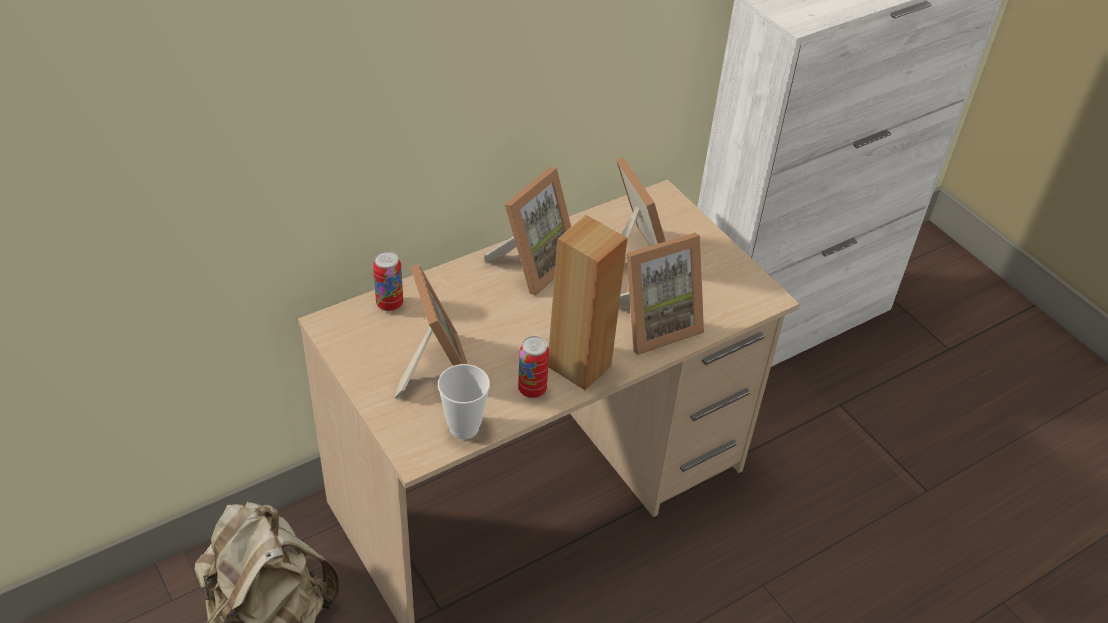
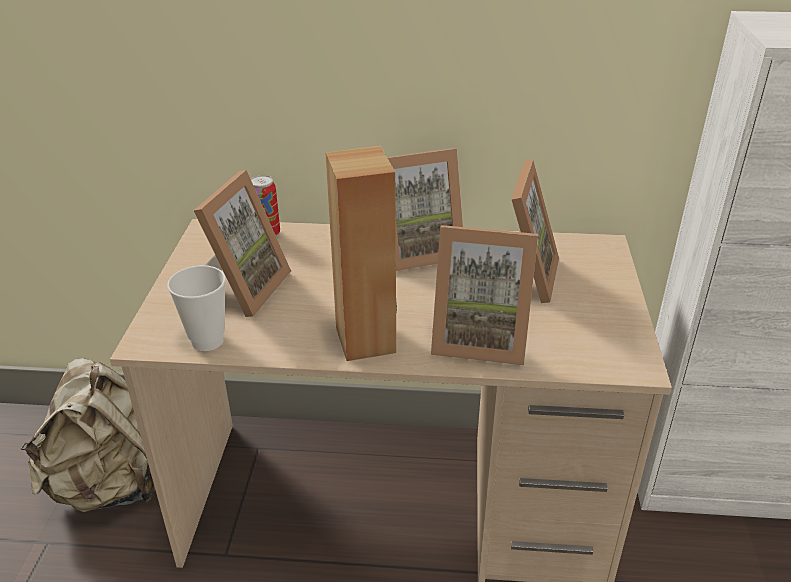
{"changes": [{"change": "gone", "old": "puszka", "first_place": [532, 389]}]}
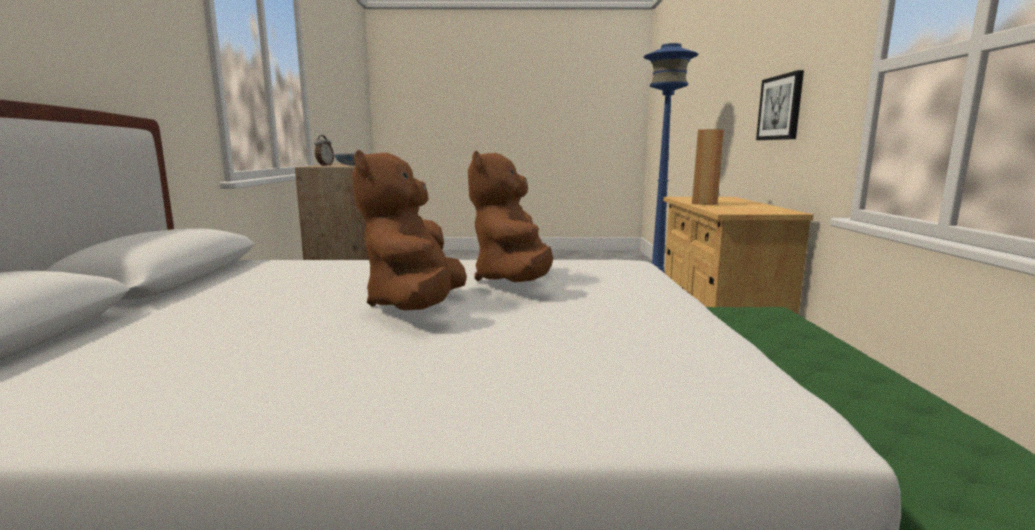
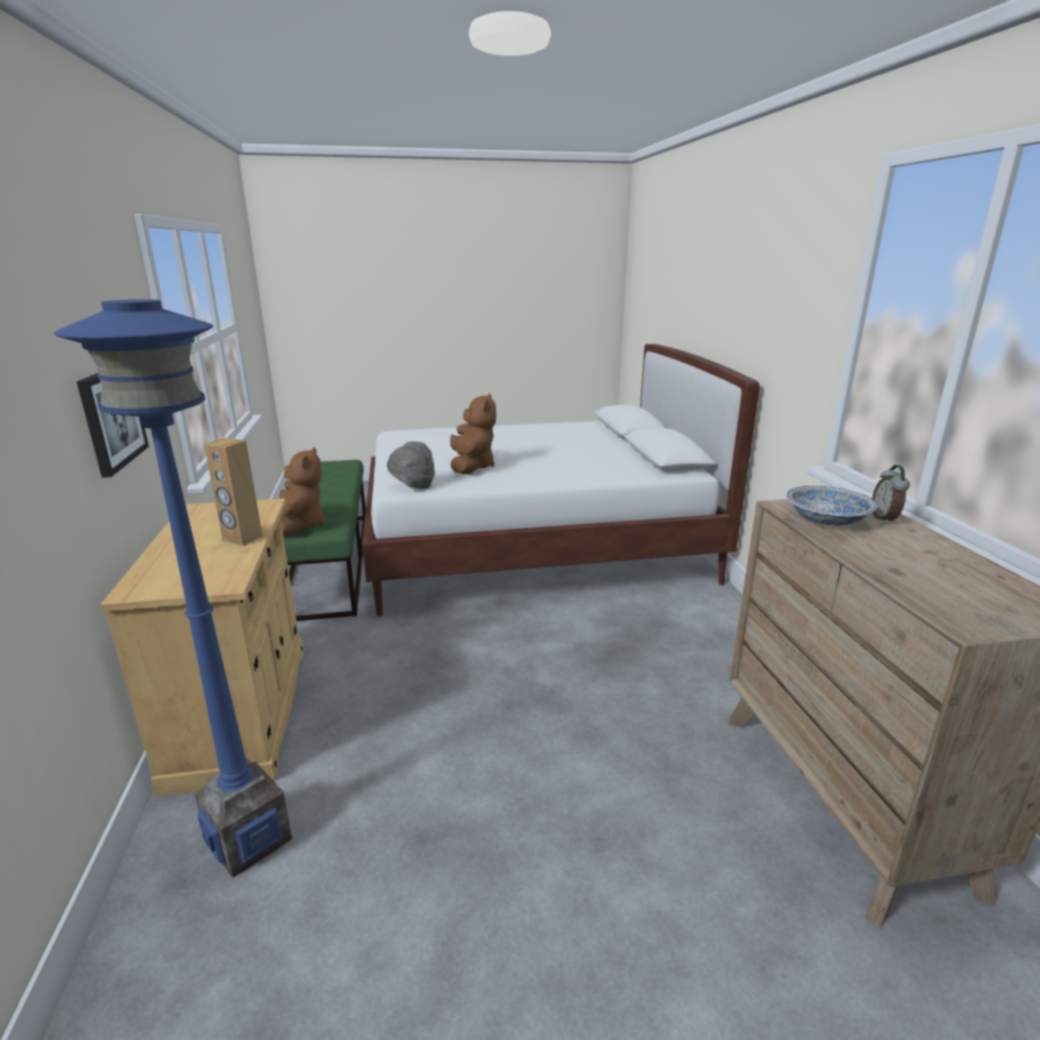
{"changes": [{"change": "shifted", "old": "pluszak/brązowy", "first_place": [416, 306], "second_place": [300, 525]}, {"change": "new", "new": "kapelusz/szary", "second_place": [412, 486]}]}
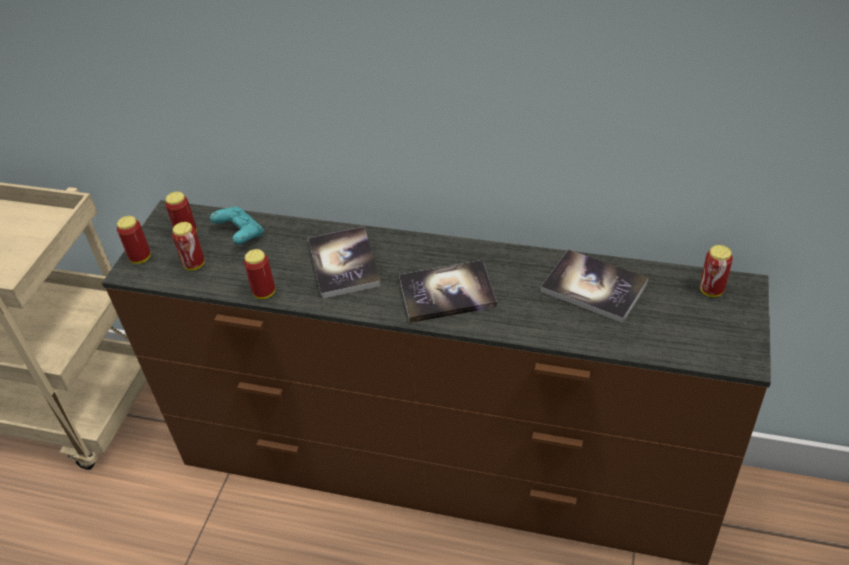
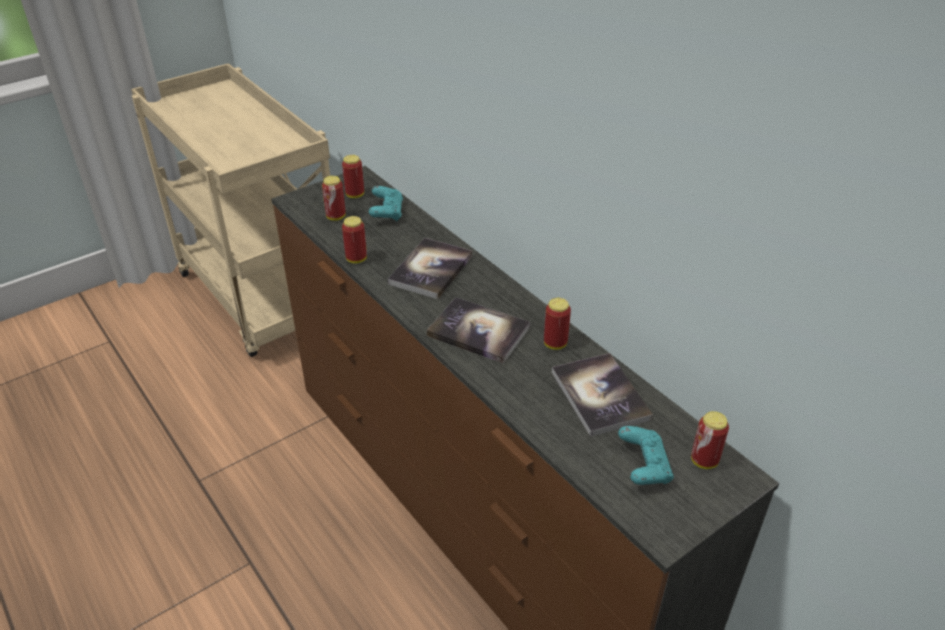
{"changes": [{"change": "shifted", "old": "puszka", "first_place": [140, 258], "second_place": [555, 344]}, {"change": "new", "new": "pad do gier/turkusowy", "second_place": [643, 467]}]}
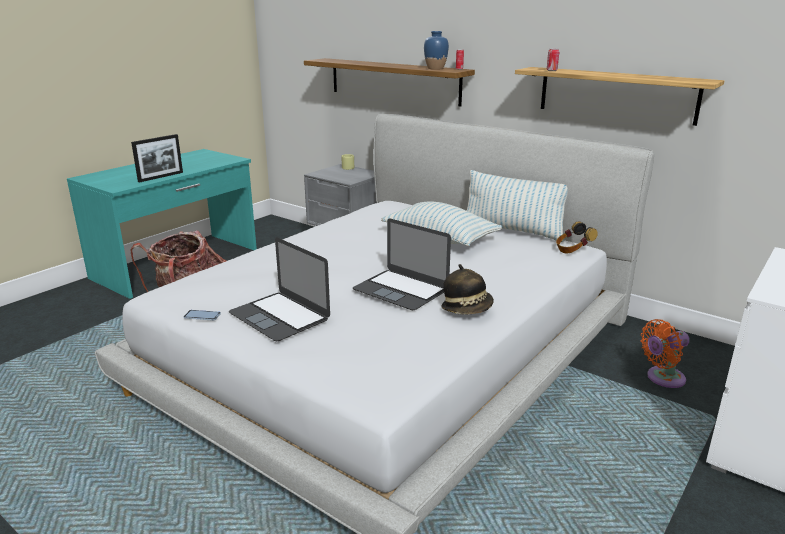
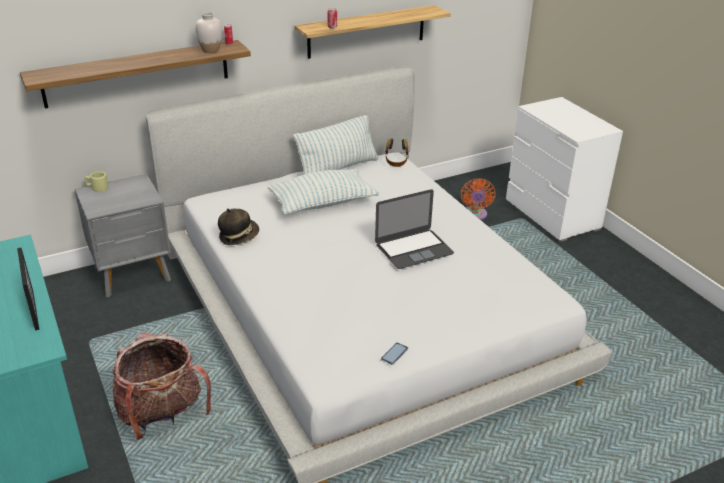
{"changes": [{"change": "gone", "old": "laptop", "first_place": [279, 316]}, {"change": "repainted", "old": "wazon/niebieski", "new": "wazon/biały", "first_place": [435, 68], "second_place": [210, 50]}, {"change": "shifted", "old": "kapelusz", "first_place": [467, 309], "second_place": [239, 236]}]}
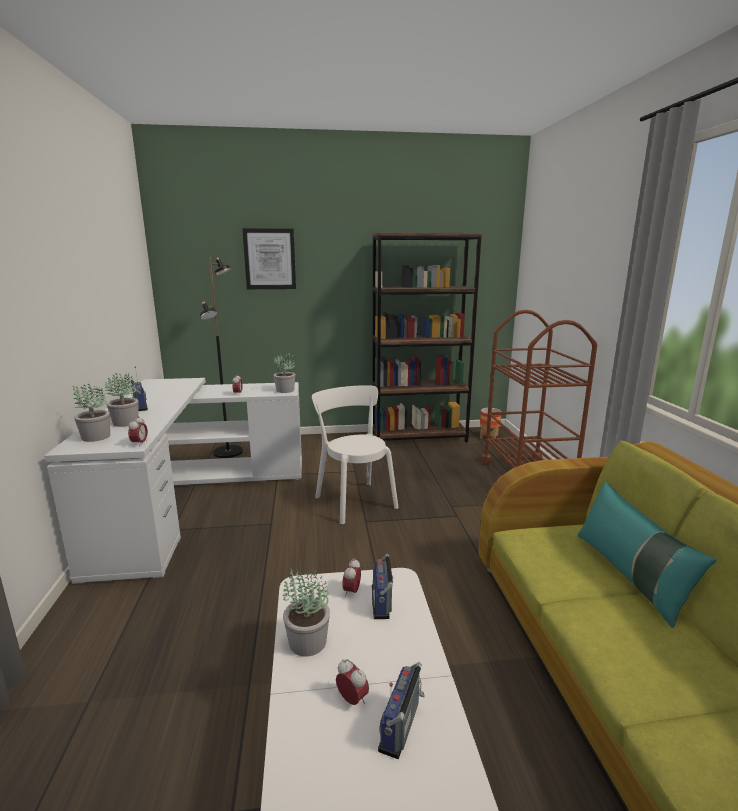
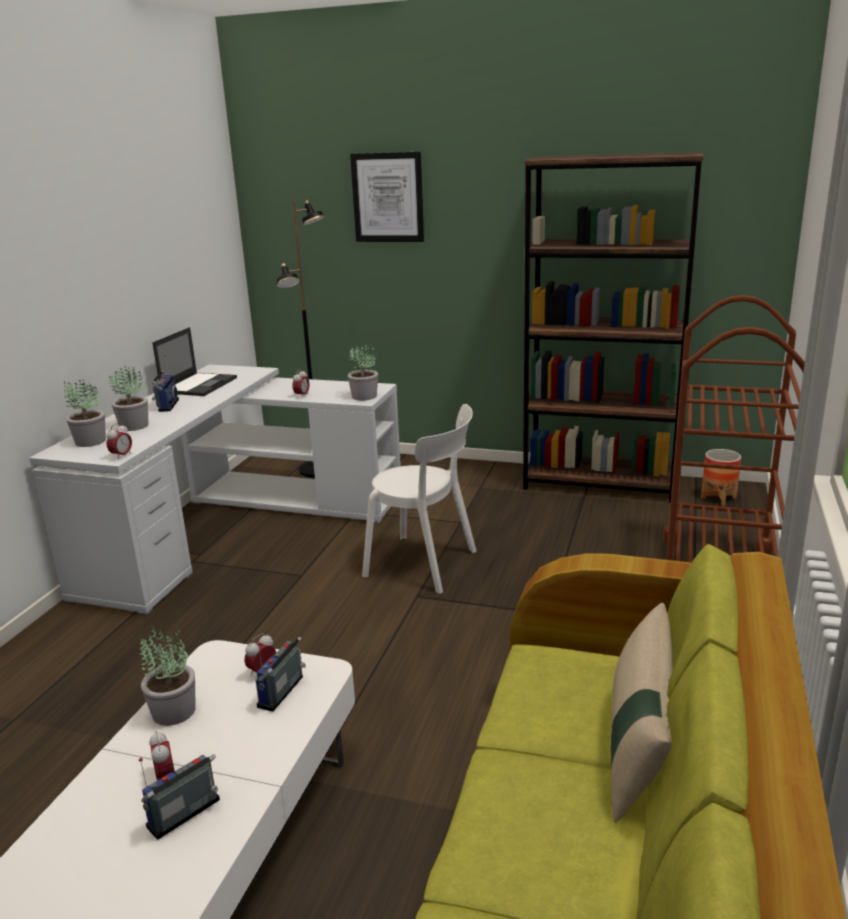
{"changes": [{"change": "rotated", "old": "krzesło/biały", "first_place": [354, 500], "second_place": [425, 564], "degrees": 120}, {"change": "repainted", "old": "poduszka/turkusowy", "new": "poduszka/beżowy", "first_place": [630, 575], "second_place": [638, 745]}, {"change": "new", "new": "laptop", "second_place": [199, 385]}]}
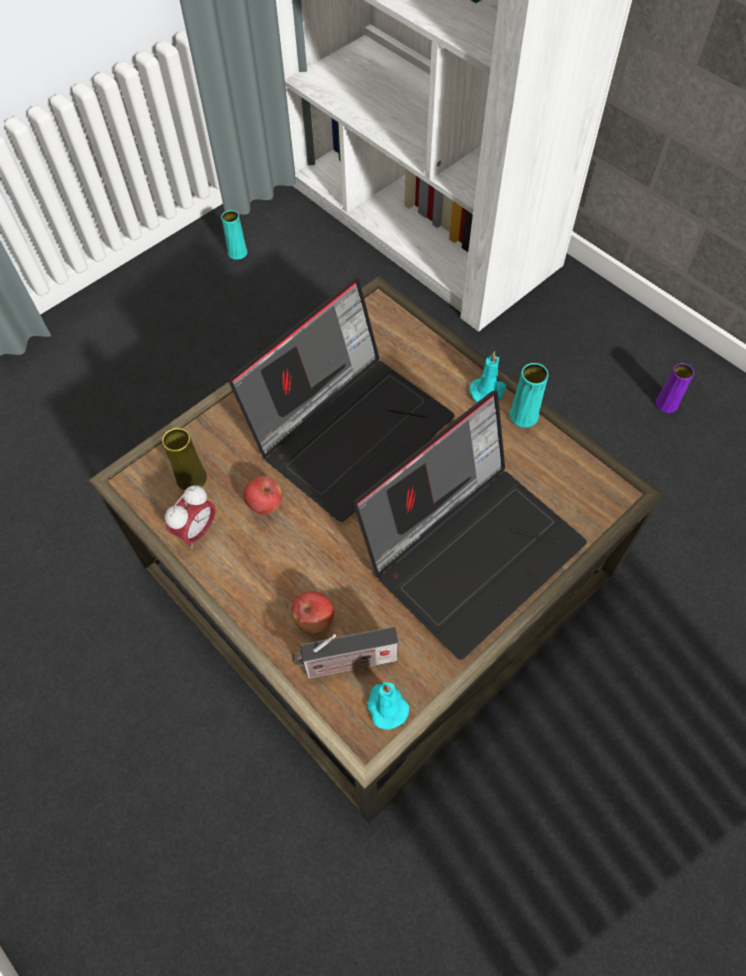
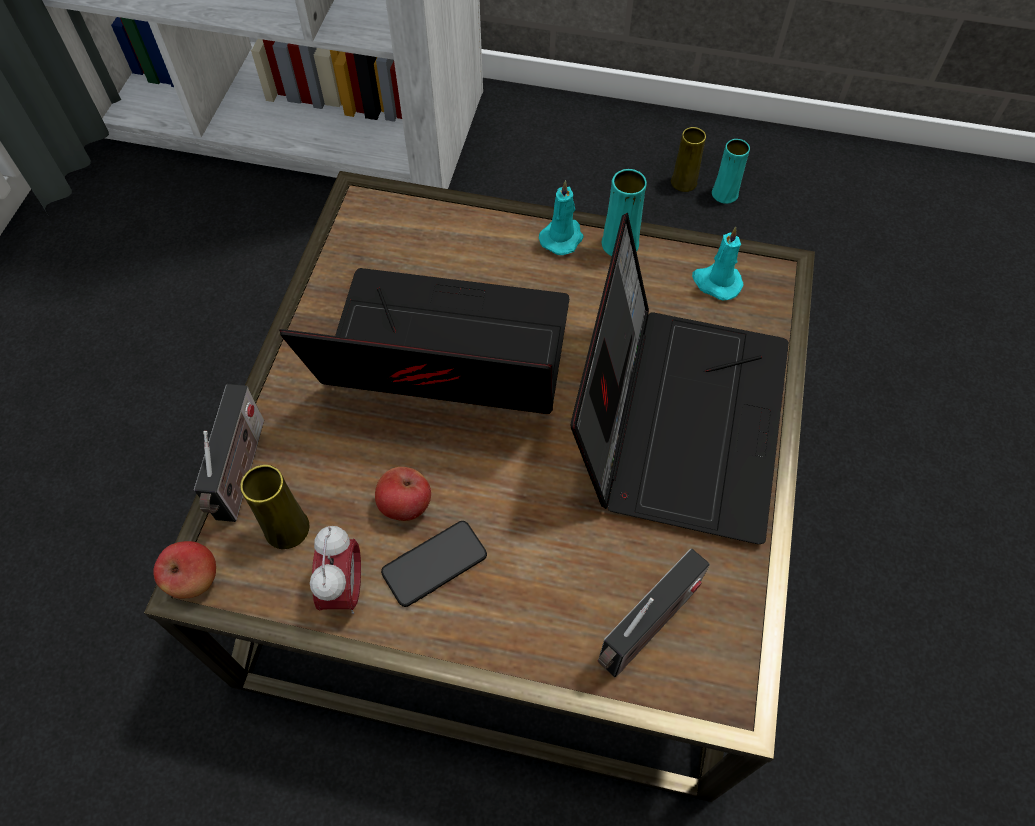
{"changes": [{"change": "shifted", "old": "wazon/turkusowy", "first_place": [237, 252], "second_place": [724, 194]}, {"change": "rotated", "old": "laptop", "first_place": [351, 429], "second_place": [441, 360], "degrees": -90}, {"change": "shifted", "old": "jabłko", "first_place": [314, 619], "second_place": [194, 579]}, {"change": "shifted", "old": "świeca/turkusowy", "first_place": [386, 706], "second_place": [716, 282]}, {"change": "repainted", "old": "wazon/fioletowy", "new": "wazon/żółty", "first_place": [666, 404], "second_place": [683, 182]}, {"change": "new", "new": "radio", "second_place": [240, 474]}, {"change": "new", "new": "telefon", "second_place": [434, 564]}]}
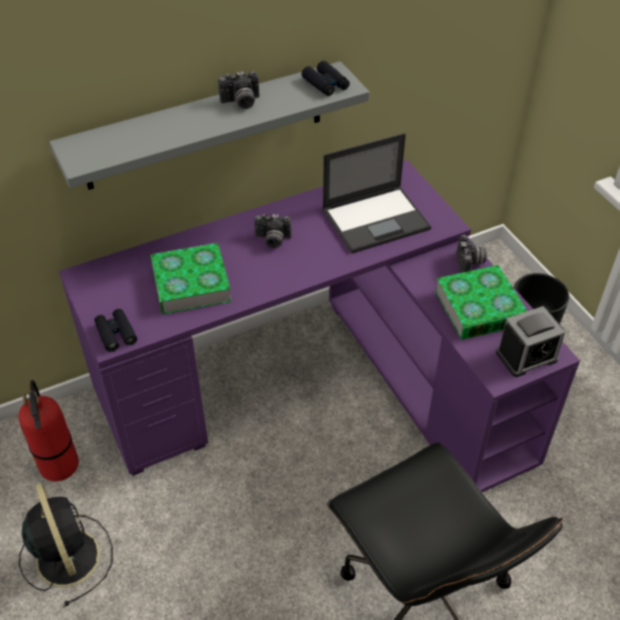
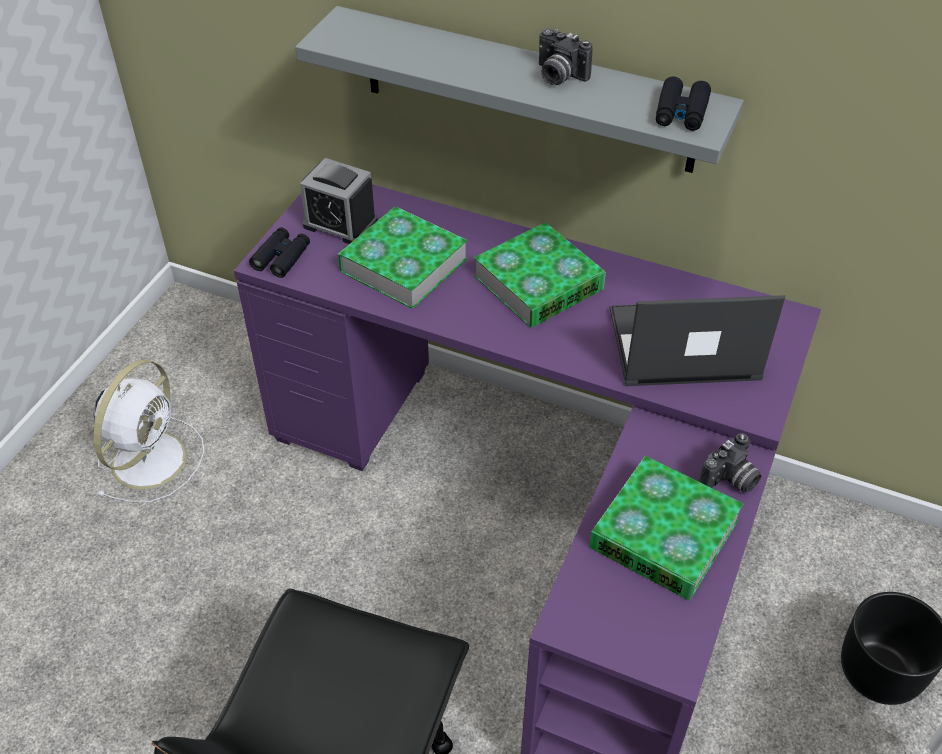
{"changes": [{"change": "gone", "old": "gaśnica", "first_place": [60, 465]}, {"change": "repainted", "old": "wentylator/czarny", "new": "wentylator/biały", "first_place": [67, 555], "second_place": [151, 457]}, {"change": "swapped", "old": "aparat fotograficzny", "new": "książka", "first_place": [272, 240], "second_place": [538, 283]}, {"change": "rotated", "old": "laptop", "first_place": [376, 219], "second_place": [681, 344], "degrees": 150}, {"change": "shifted", "old": "budzik", "first_place": [526, 356], "second_place": [340, 223]}]}
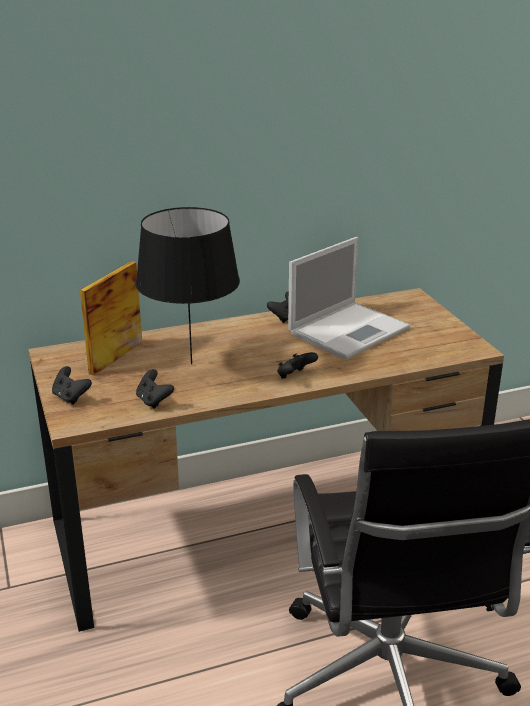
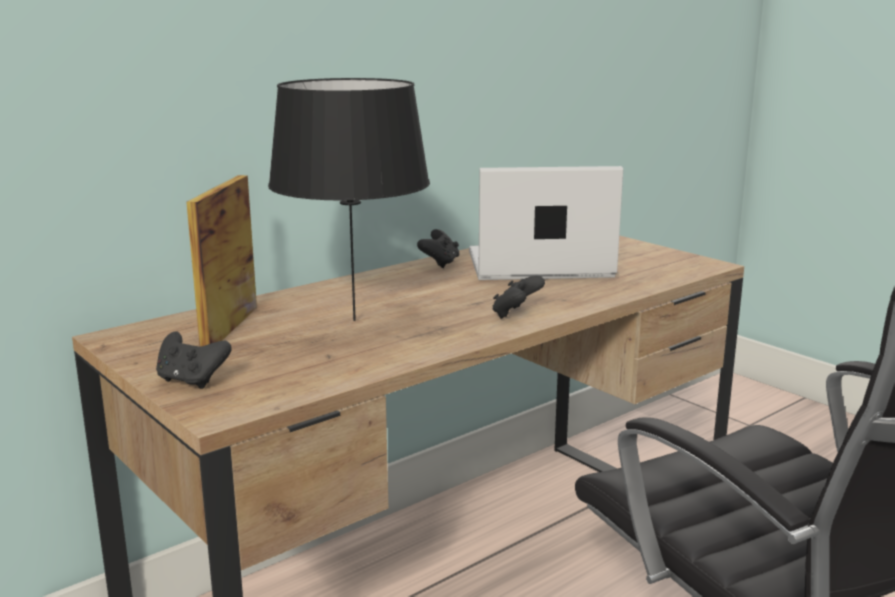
{"changes": [{"change": "gone", "old": "pad do gier/czarny", "first_place": [153, 401]}, {"change": "rotated", "old": "laptop", "first_place": [350, 330], "second_place": [536, 265], "degrees": -120}]}
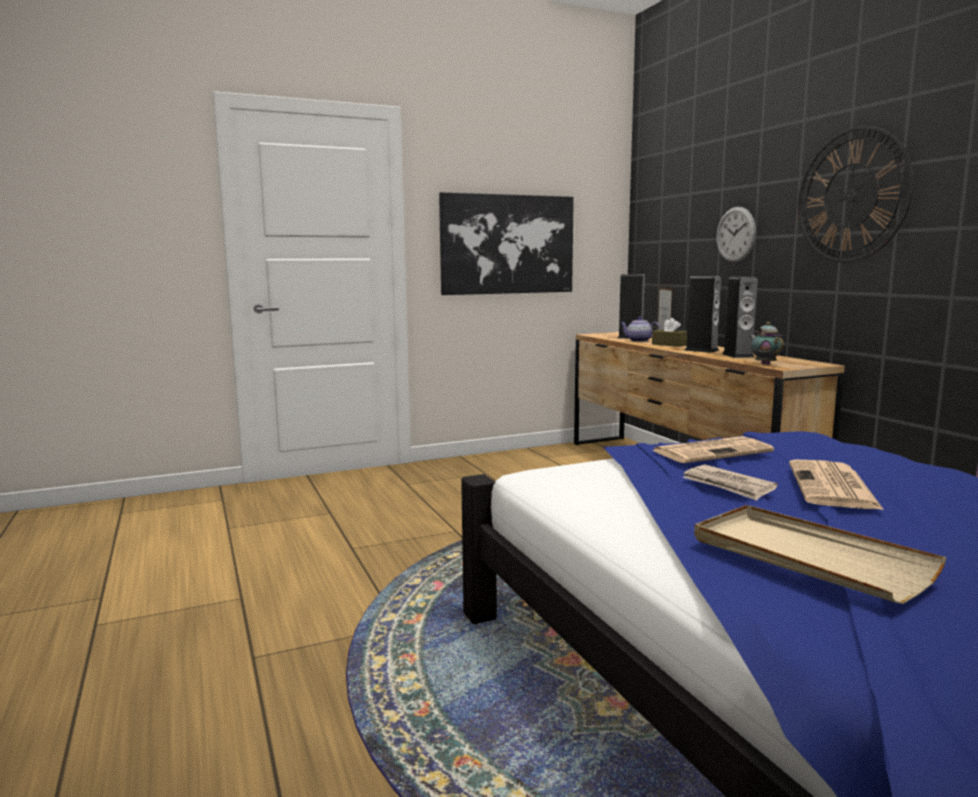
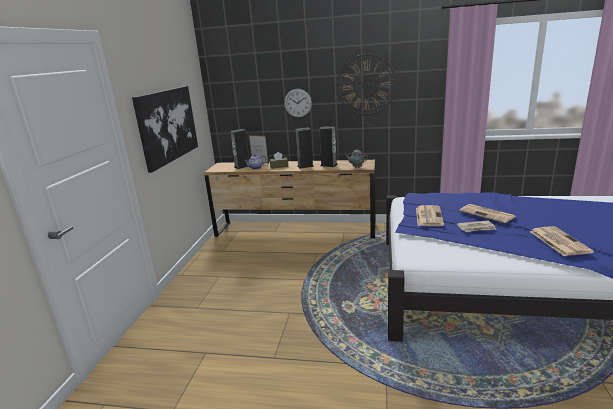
{"changes": [{"change": "swapped", "old": "taca/beżowy", "new": "gazeta", "first_place": [807, 558], "second_place": [558, 241]}]}
